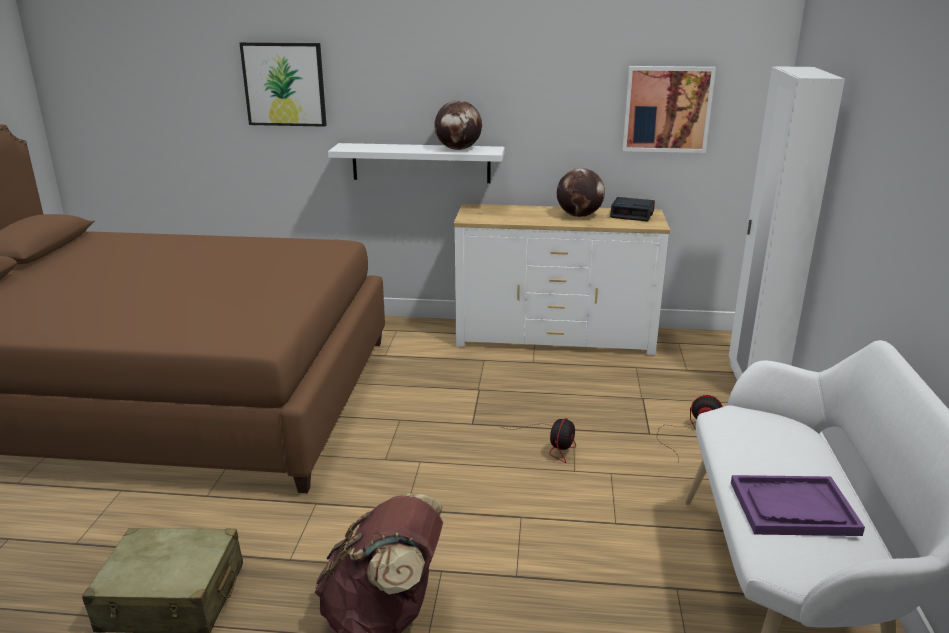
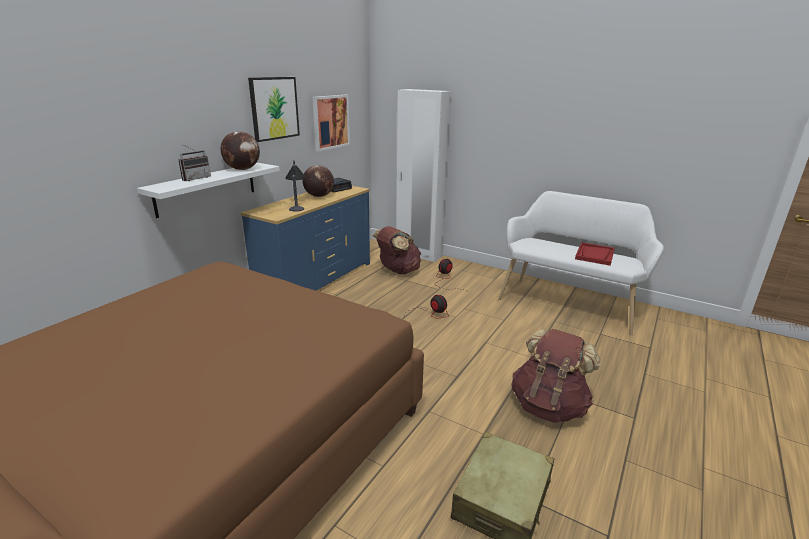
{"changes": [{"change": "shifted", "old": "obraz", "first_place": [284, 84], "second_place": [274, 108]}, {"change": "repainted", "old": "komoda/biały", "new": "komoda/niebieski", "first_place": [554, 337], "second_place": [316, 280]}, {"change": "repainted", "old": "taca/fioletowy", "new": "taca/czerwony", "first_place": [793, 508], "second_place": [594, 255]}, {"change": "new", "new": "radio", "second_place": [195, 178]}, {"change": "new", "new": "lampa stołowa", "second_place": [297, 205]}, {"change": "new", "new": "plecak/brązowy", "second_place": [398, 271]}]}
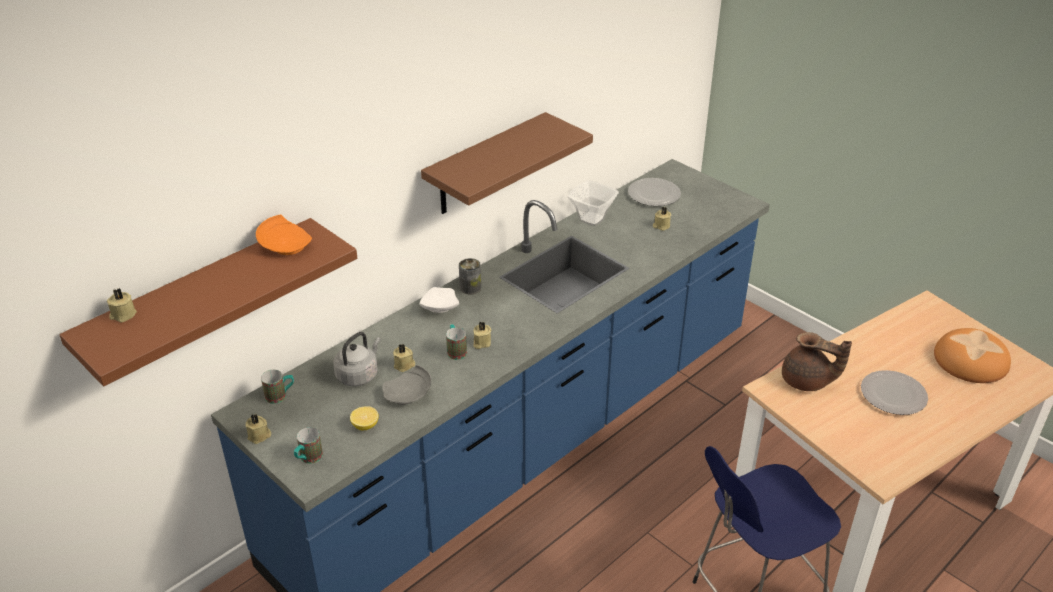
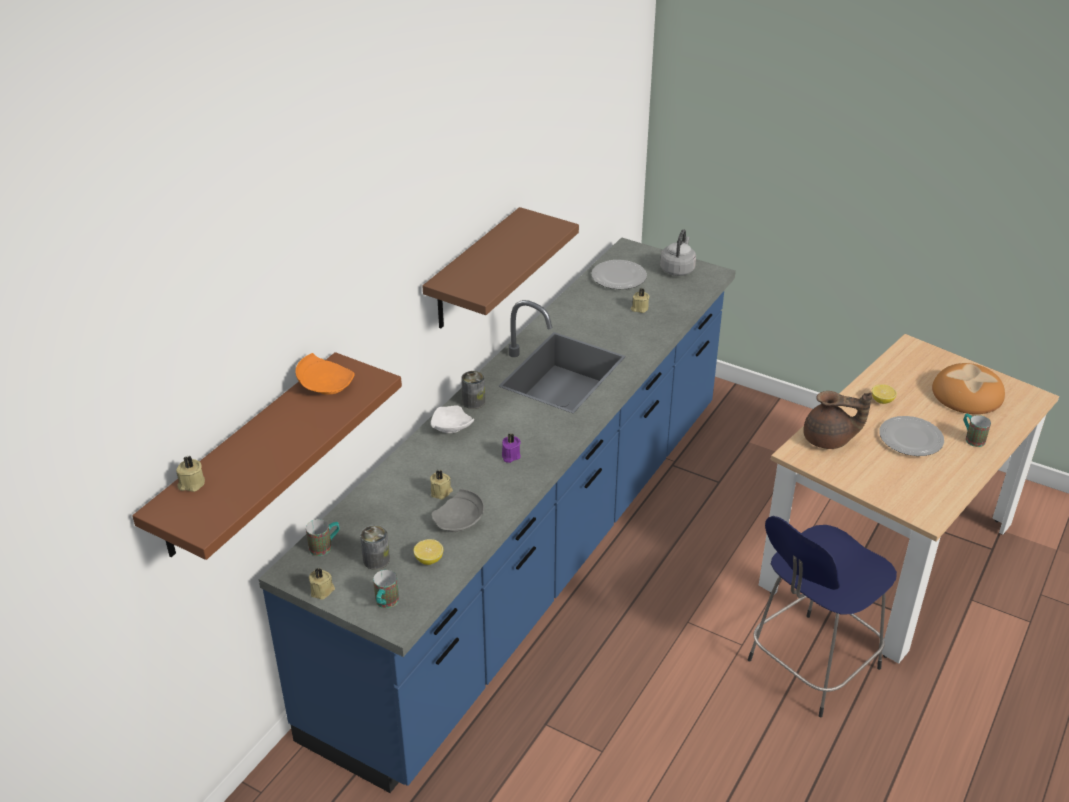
{"changes": [{"change": "shifted", "old": "czajnik/szary", "first_place": [359, 375], "second_place": [677, 269]}, {"change": "shifted", "old": "kubek", "first_place": [456, 350], "second_place": [971, 438]}, {"change": "repainted", "old": "świeca/beżowy", "new": "świeca/fioletowy", "first_place": [481, 343], "second_place": [510, 456]}, {"change": "gone", "old": "miska", "first_place": [592, 220]}, {"change": "new", "new": "puszka", "second_place": [376, 560]}, {"change": "new", "new": "cytryna", "second_place": [882, 400]}]}
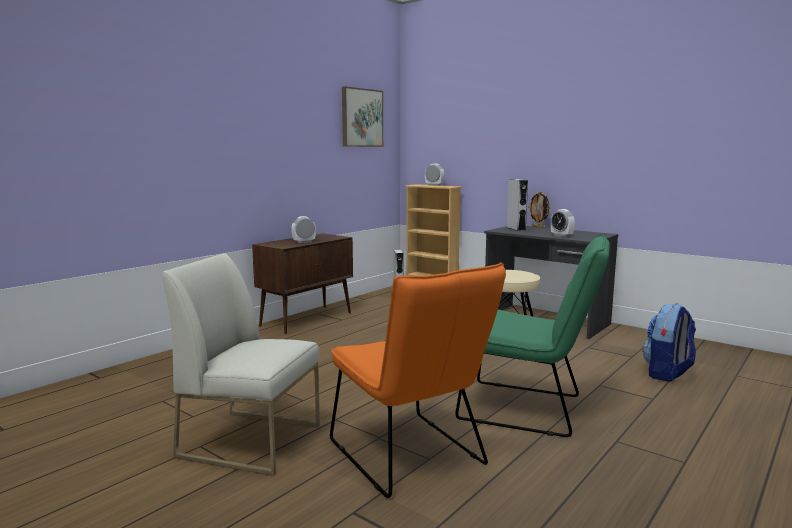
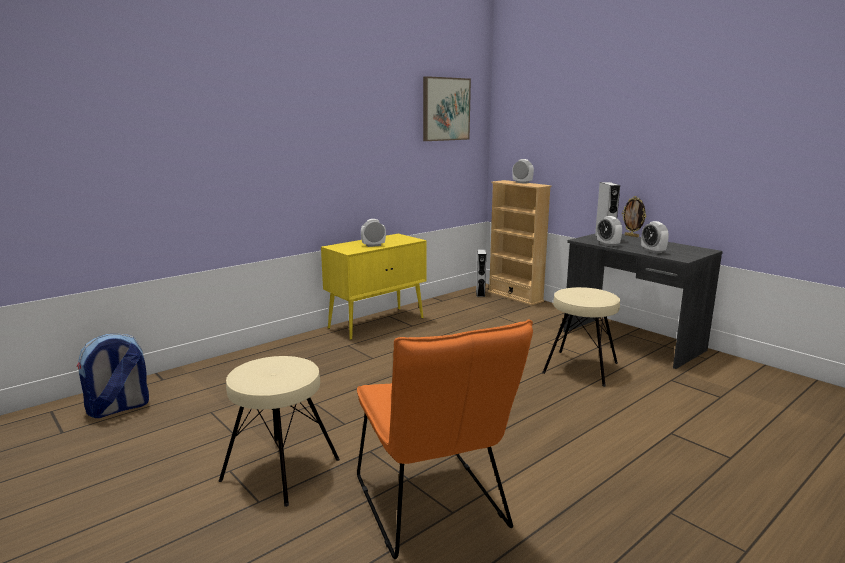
{"changes": [{"change": "swapped", "old": "krzesło/biały", "new": "stołek/beżowy", "first_place": [252, 440], "second_place": [280, 469]}, {"change": "repainted", "old": "szafka/brązowy", "new": "szafka/żółty", "first_place": [307, 319], "second_place": [377, 323]}, {"change": "gone", "old": "krzesło/zielony", "first_place": [529, 409]}, {"change": "shifted", "old": "plecak", "first_place": [667, 374], "second_place": [118, 408]}, {"change": "new", "new": "budzik", "second_place": [608, 244]}]}
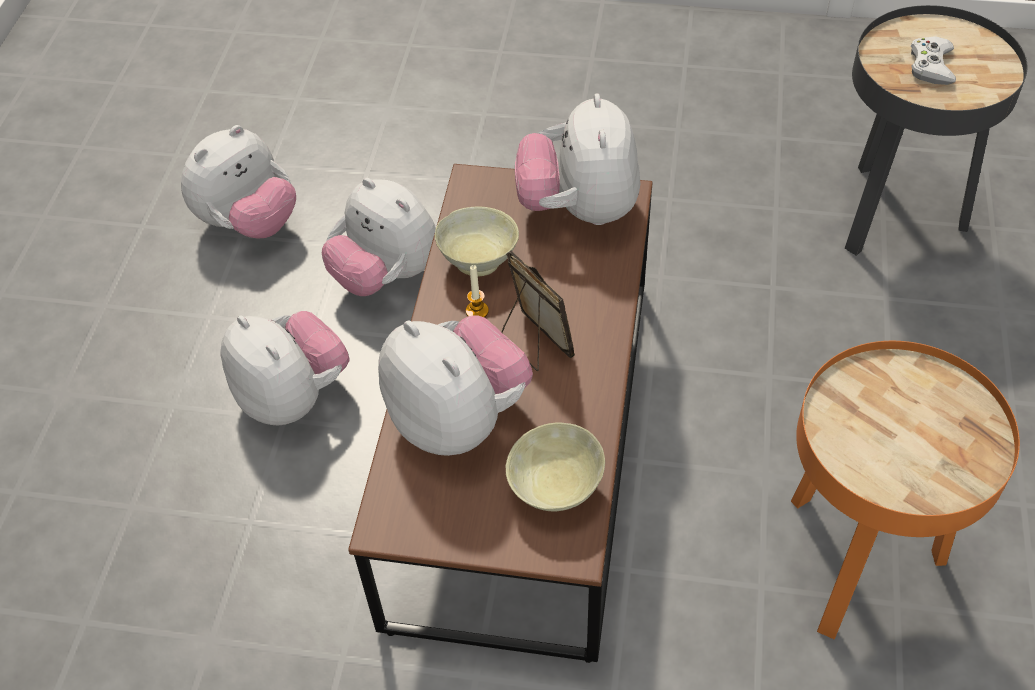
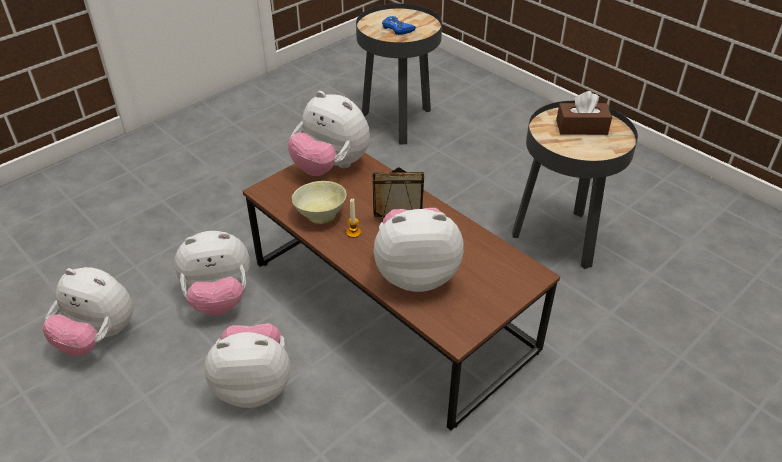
{"changes": [{"change": "rotated", "old": "pluszak", "first_place": [249, 223], "second_place": [98, 337], "degrees": 120}, {"change": "gone", "old": "miska/beżowy", "first_place": [554, 487]}, {"change": "repainted", "old": "stolik/pomarańczowy", "new": "stolik/czarny", "first_place": [856, 562], "second_place": [560, 237]}, {"change": "repainted", "old": "pad do gier/biały", "new": "pad do gier/niebieski", "first_place": [931, 65], "second_place": [397, 29]}, {"change": "new", "new": "pudełko chusteczek/brązowy", "second_place": [581, 127]}]}
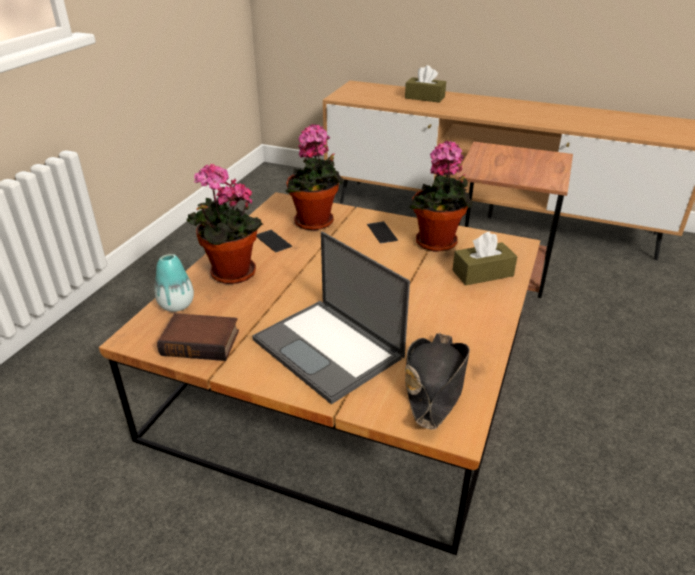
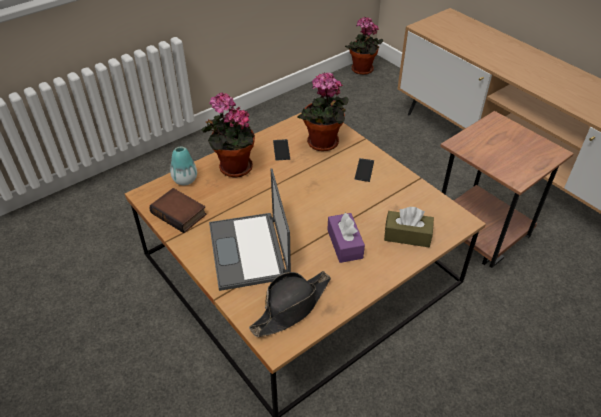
{"changes": [{"change": "gone", "old": "pudełko chusteczek/brązowy", "first_place": [424, 97]}, {"change": "shifted", "old": "roślina doniczkowa", "first_place": [437, 244], "second_place": [361, 71]}, {"change": "new", "new": "pudełko chusteczek/fioletowy", "second_place": [344, 244]}]}
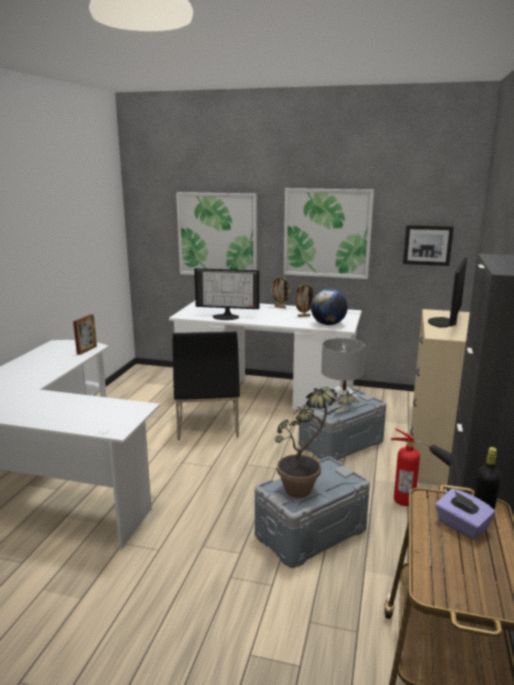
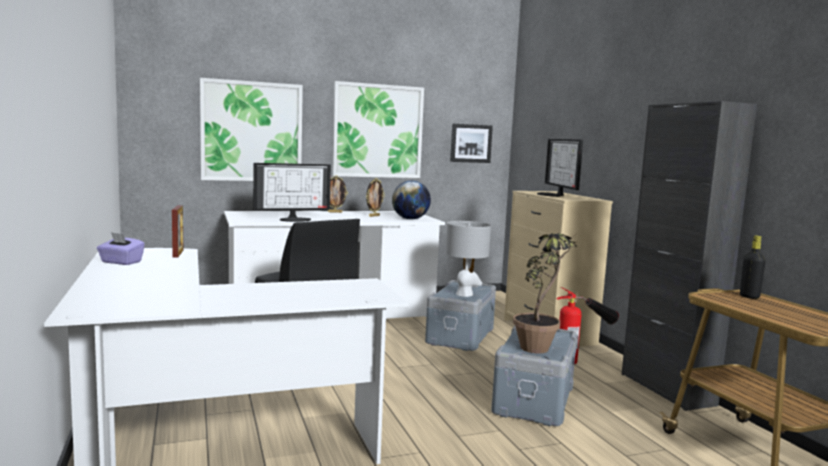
{"changes": [{"change": "shifted", "old": "pudełko chusteczek/fioletowy", "first_place": [461, 526], "second_place": [121, 262]}]}
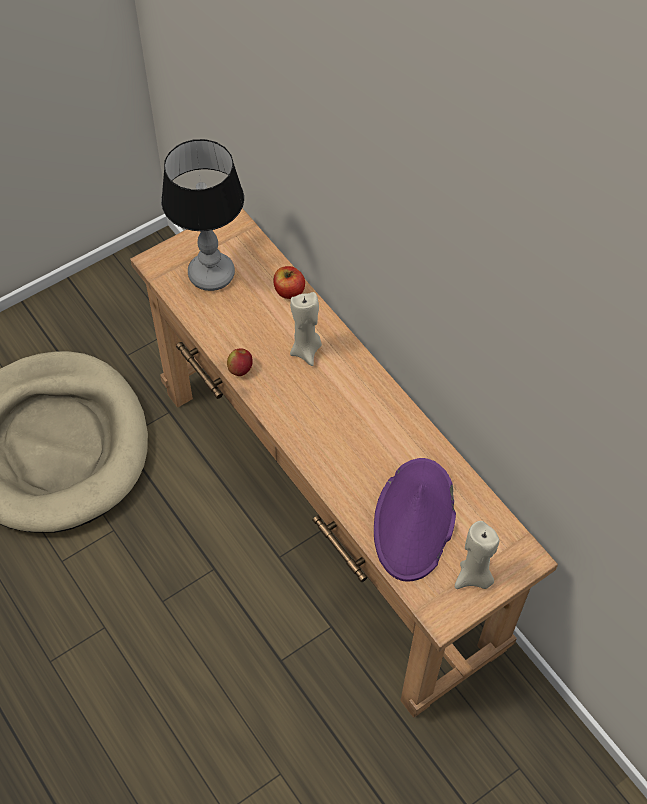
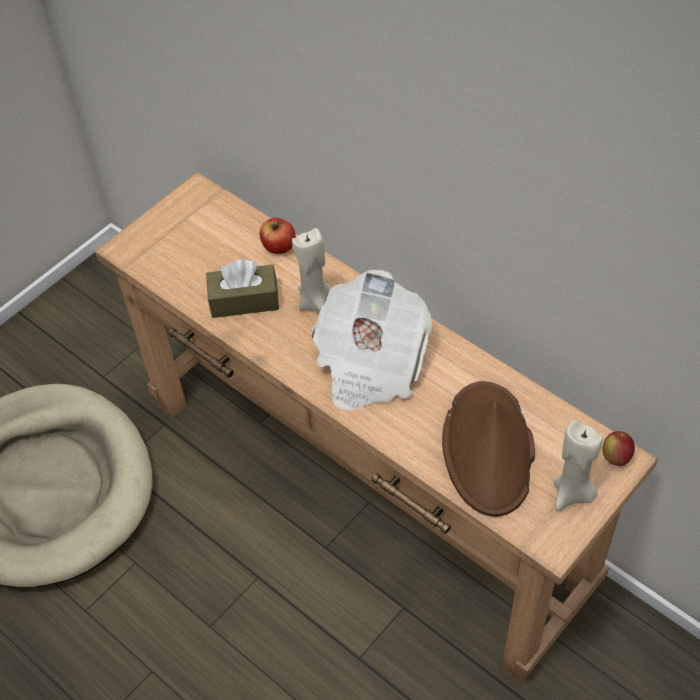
{"changes": [{"change": "gone", "old": "lampa stołowa", "first_place": [211, 275]}, {"change": "shifted", "old": "jabłko", "first_place": [240, 369], "second_place": [616, 457]}, {"change": "repainted", "old": "kapelusz/fioletowy", "new": "kapelusz/brązowy", "first_place": [414, 520], "second_place": [488, 449]}, {"change": "new", "new": "pudełko chusteczek/brązowy", "second_place": [244, 300]}, {"change": "new", "new": "gazeta", "second_place": [370, 363]}]}
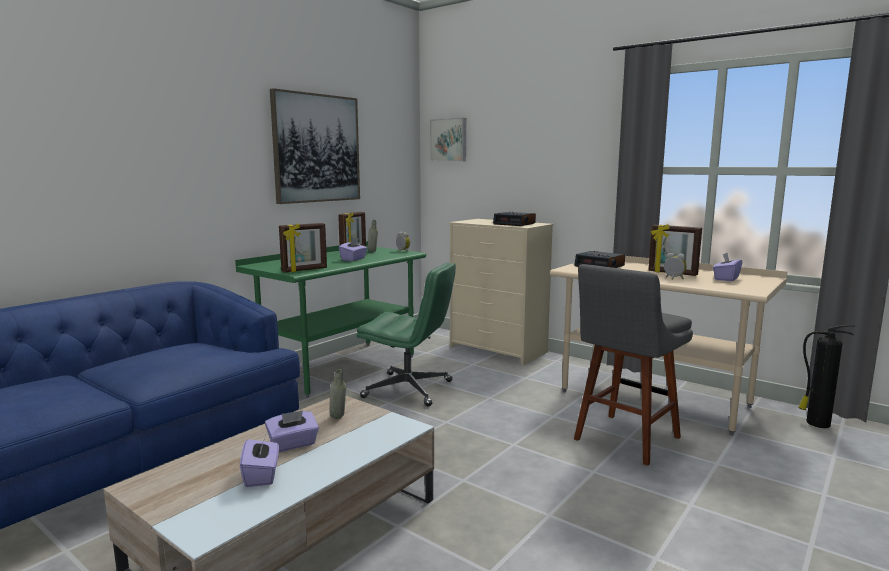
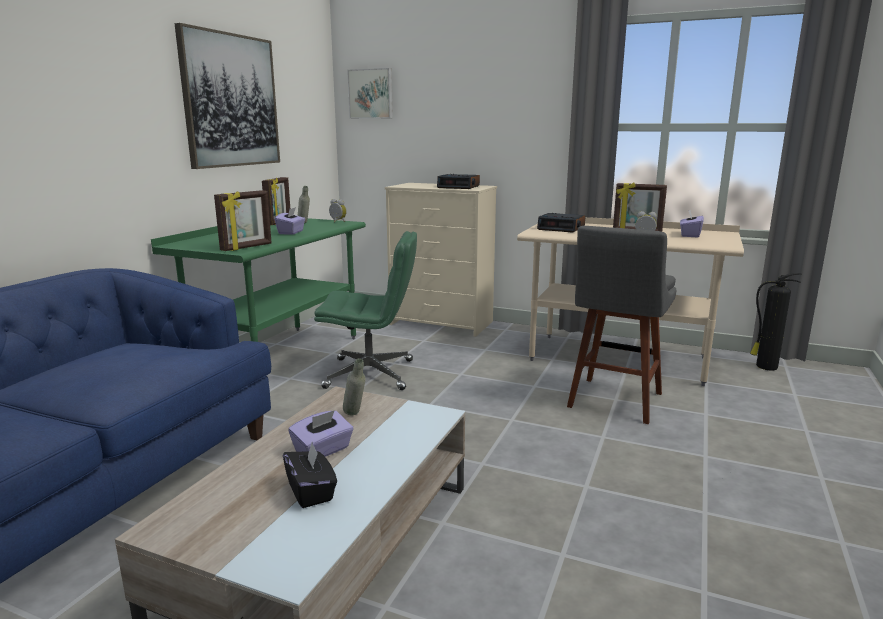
{"changes": [{"change": "repainted", "old": "pudełko chusteczek/fioletowy", "new": "pudełko chusteczek/czarny", "first_place": [261, 475], "second_place": [311, 492]}]}
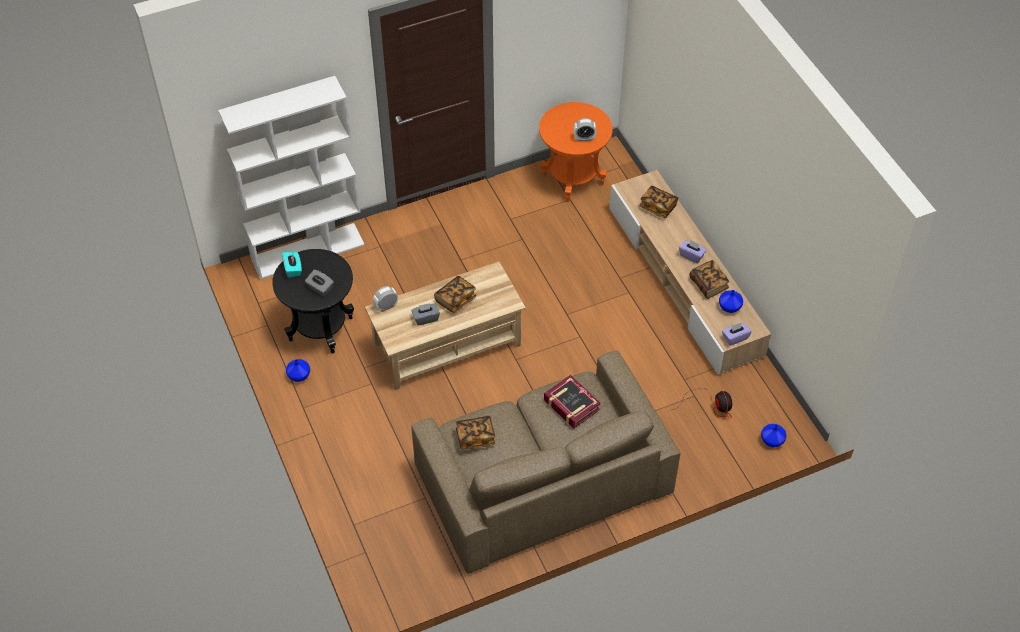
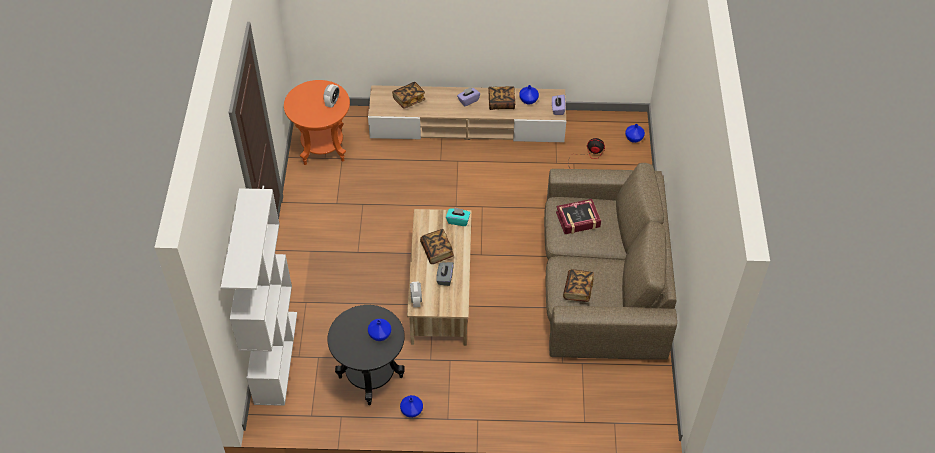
{"changes": [{"change": "shifted", "old": "pudełko chusteczek/turkusowy", "first_place": [293, 269], "second_place": [458, 220]}, {"change": "swapped", "old": "pudełko chusteczek/szary", "new": "wazon/niebieski", "first_place": [320, 288], "second_place": [380, 334]}]}
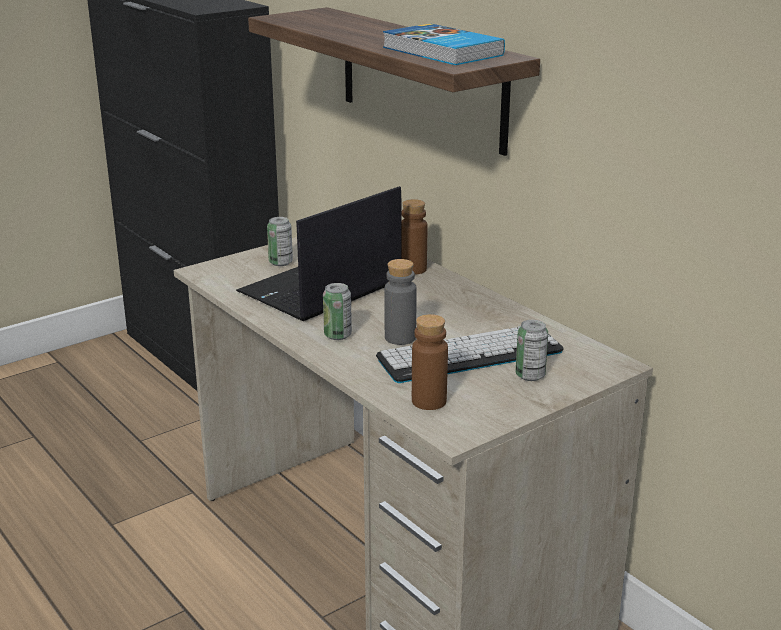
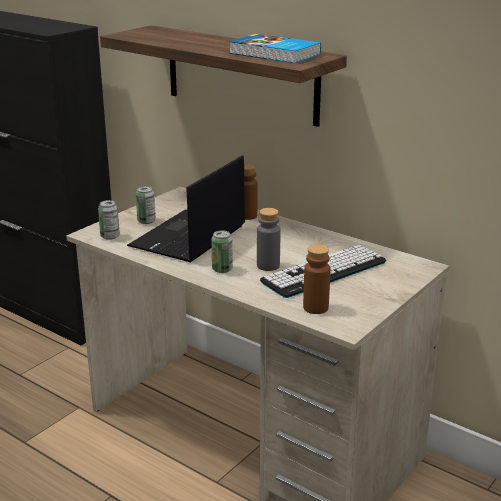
{"changes": [{"change": "shifted", "old": "puszka", "first_place": [530, 375], "second_place": [110, 236]}]}
